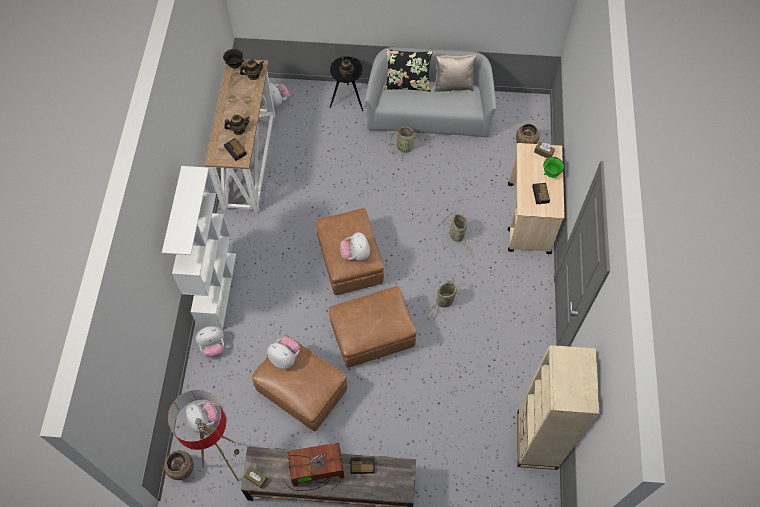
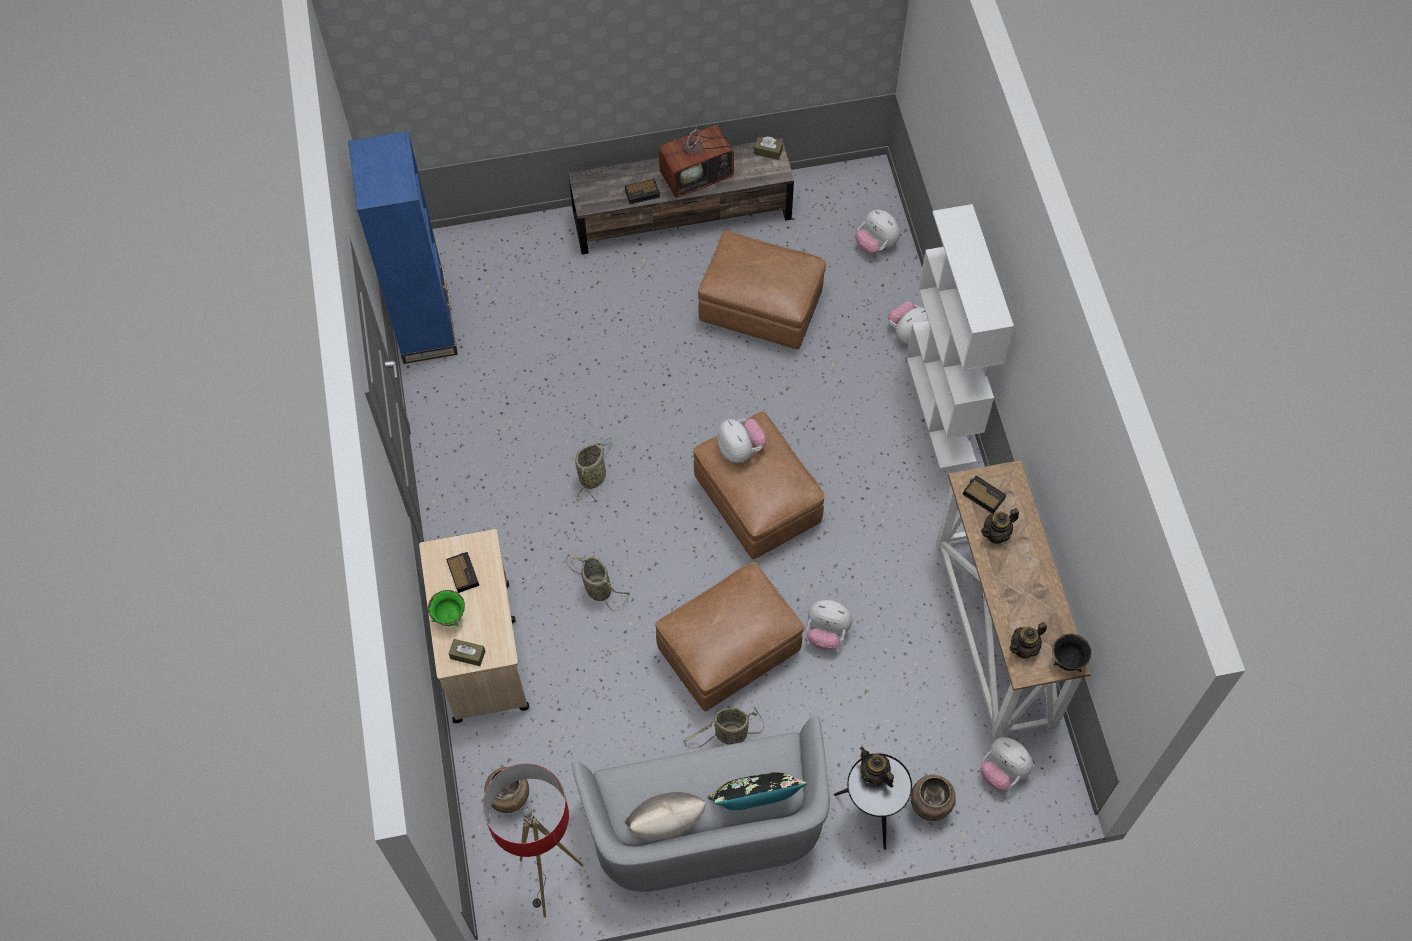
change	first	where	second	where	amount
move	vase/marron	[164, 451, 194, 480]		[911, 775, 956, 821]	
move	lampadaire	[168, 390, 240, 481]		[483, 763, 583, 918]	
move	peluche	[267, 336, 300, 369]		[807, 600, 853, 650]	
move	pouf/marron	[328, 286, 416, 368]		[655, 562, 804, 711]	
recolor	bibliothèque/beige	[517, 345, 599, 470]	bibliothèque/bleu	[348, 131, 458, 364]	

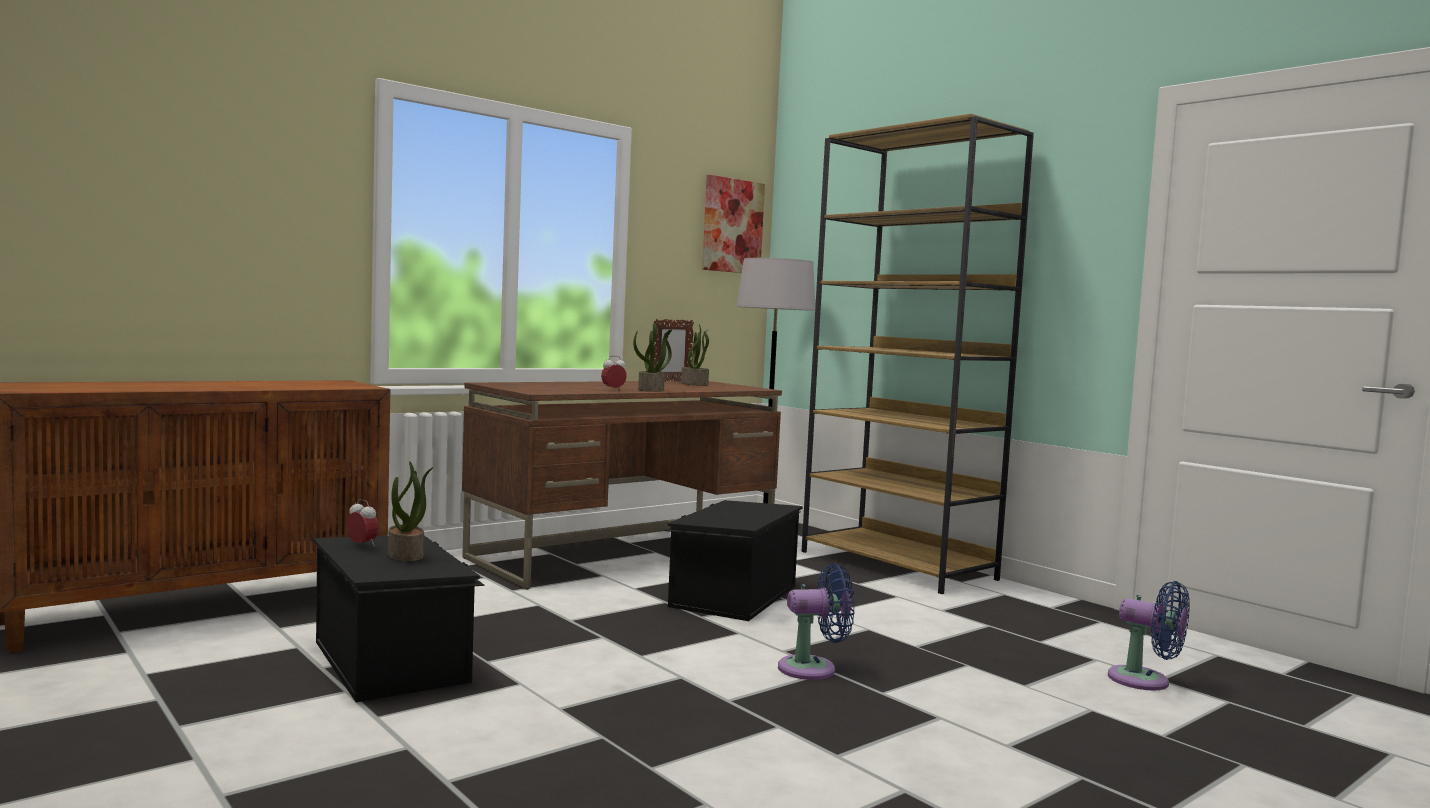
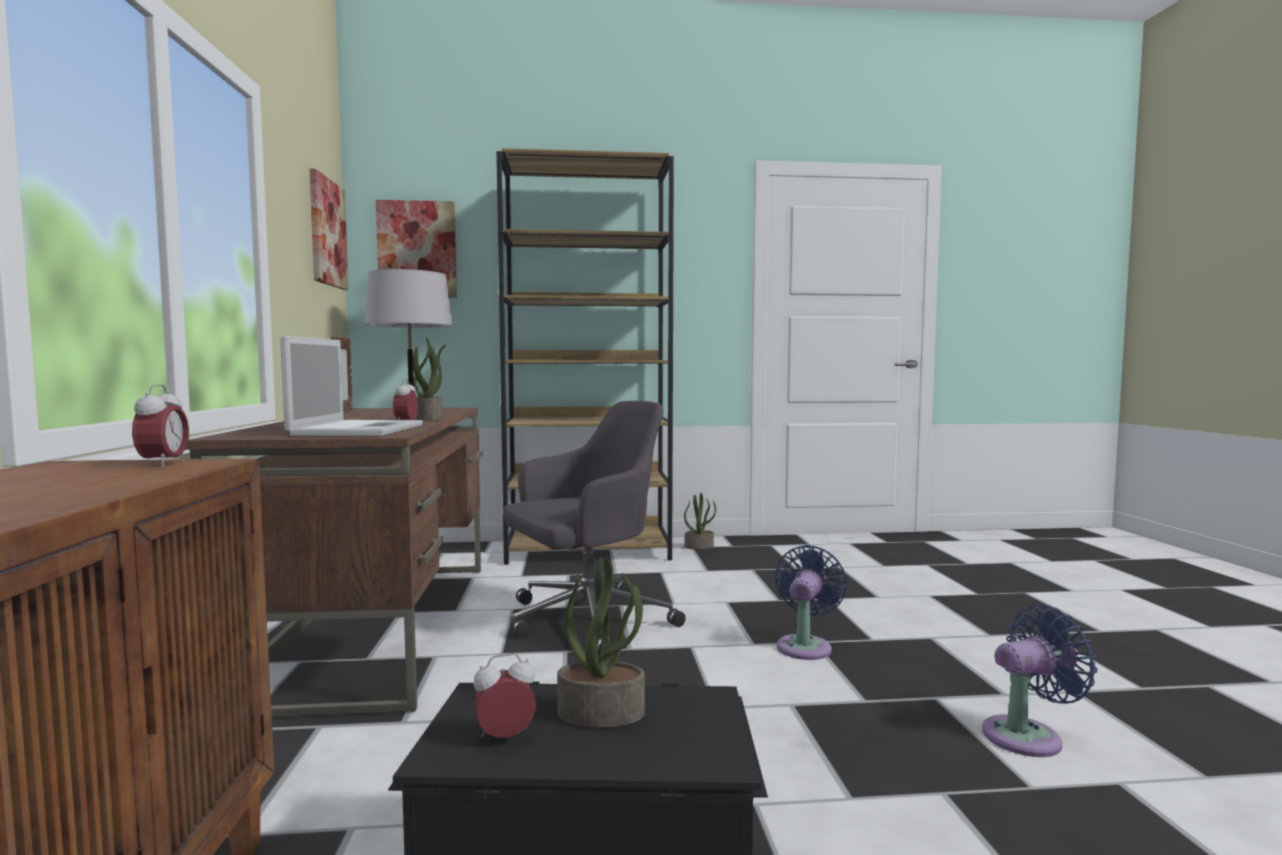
change	first	where	second	where	amount
insert			réveil	[132, 384, 189, 467]	
insert			ordinateur portable	[280, 336, 423, 436]	
insert			tableau	[376, 200, 457, 298]	
move	plante en pot	[681, 324, 709, 386]		[684, 493, 716, 549]	
move	ventilateur/bleu	[1108, 581, 1190, 691]		[982, 605, 1097, 757]	
replace	boîte de rangement/noir	[663, 500, 802, 621]	chaise de bureau/gris	[503, 401, 686, 657]	

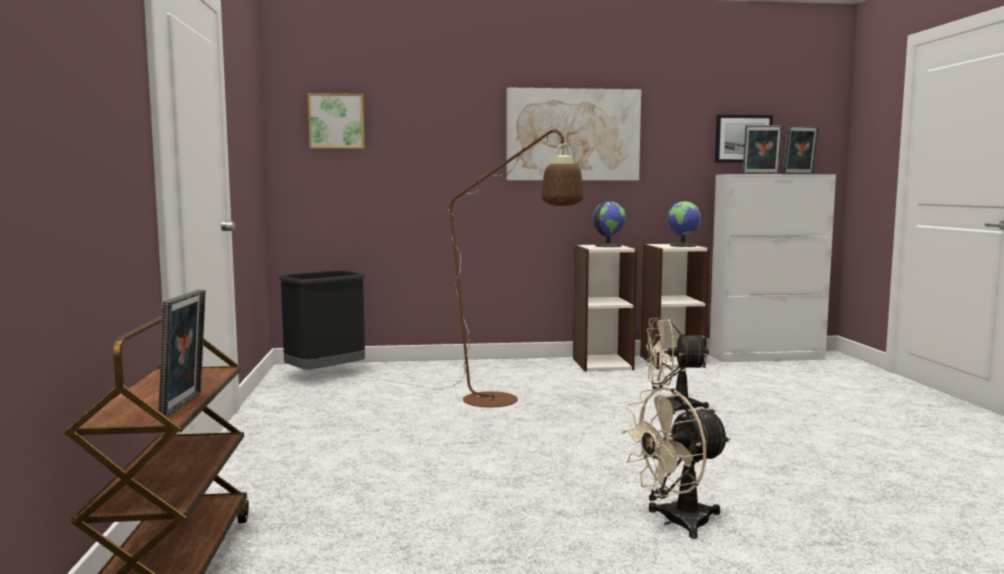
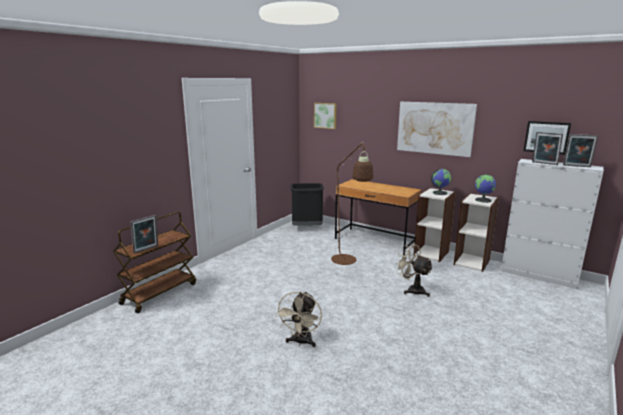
change	first	where	second	where	amount
insert			bureau/marron	[335, 179, 422, 255]	
rotate	ventilateur/beige	[621, 387, 731, 539]		[275, 292, 322, 347]	90 degrees counterclockwise

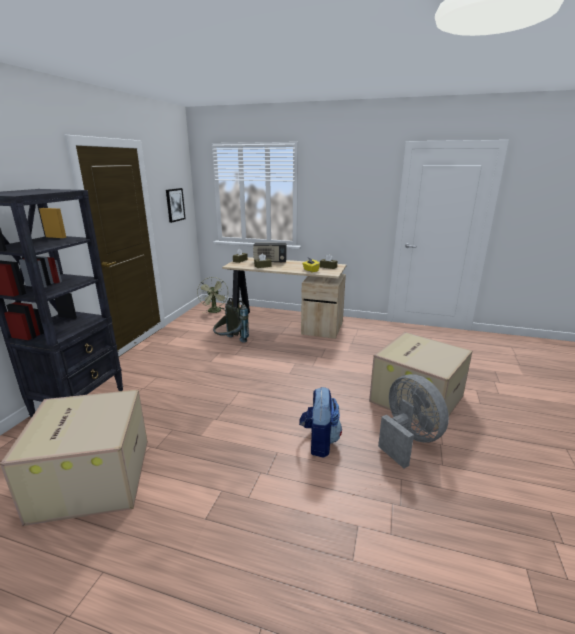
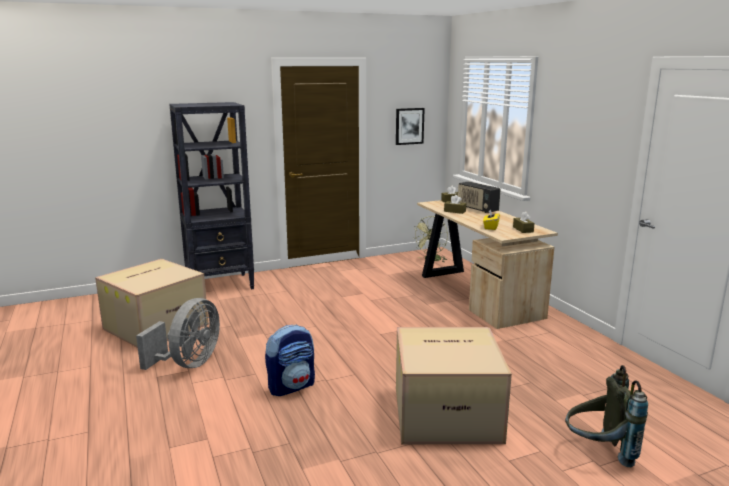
change	first	where	second	where	amount
move	sac à dos/gris	[213, 297, 249, 343]		[565, 365, 648, 467]	
move	ventilateur/gris	[378, 374, 449, 468]		[136, 298, 220, 370]	

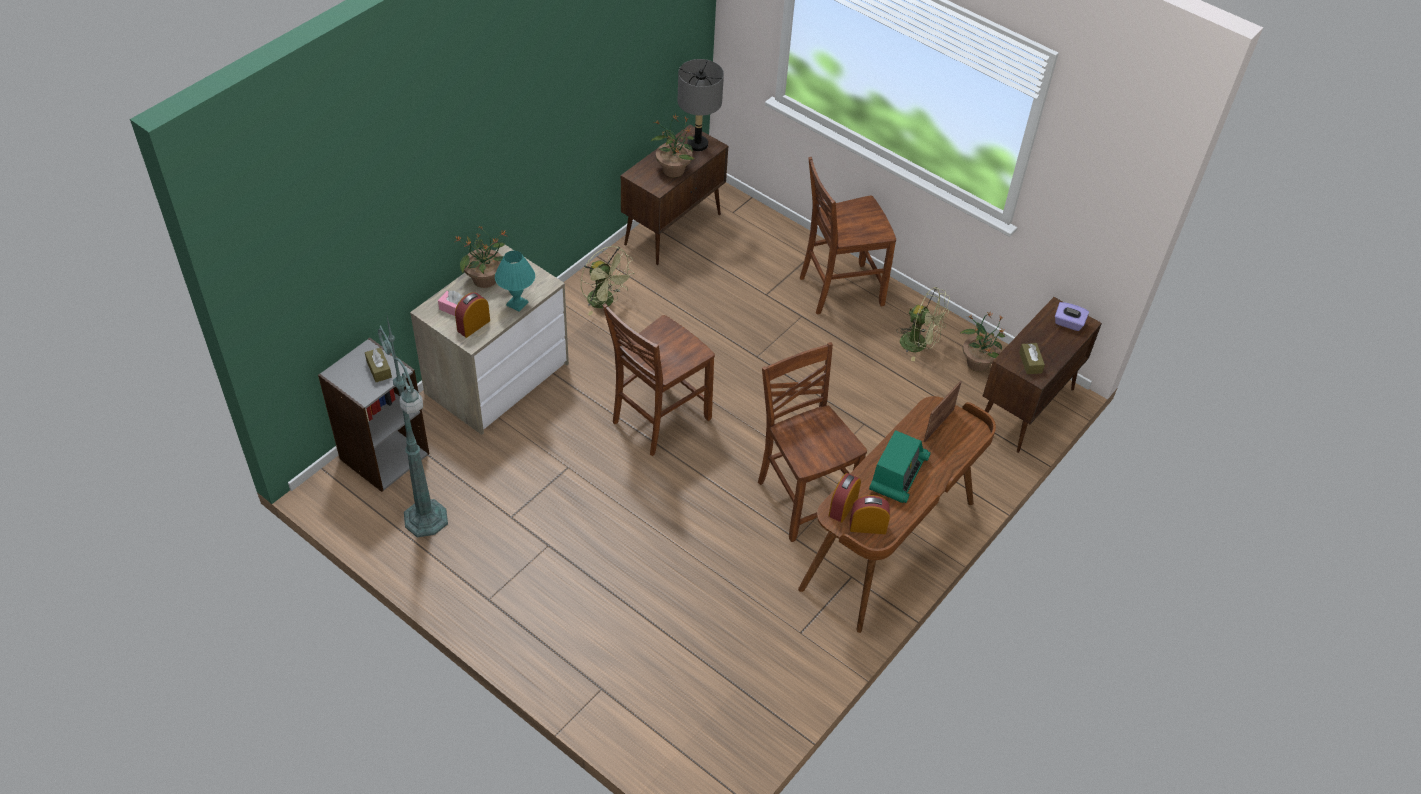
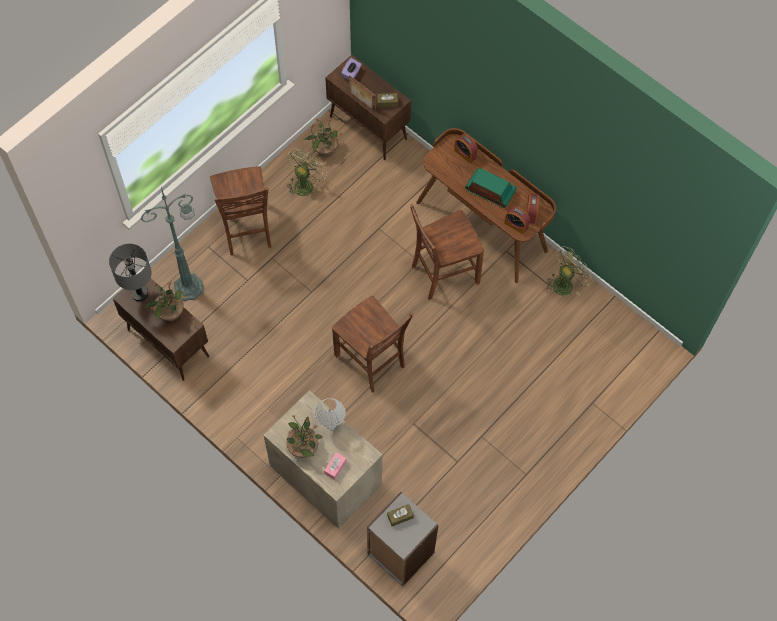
change	first	where	second	where	amount
move	lampadaire/vert	[378, 317, 448, 537]		[141, 187, 203, 301]	
move	réveil	[455, 292, 490, 338]		[454, 134, 478, 164]	
move	ventilateur/vert	[581, 246, 634, 316]		[546, 246, 592, 295]	
move	cadre photo	[924, 381, 962, 442]		[349, 75, 376, 112]	
recolor	lampe de table/turquoise	[495, 251, 535, 312]	lampe de table/blanc	[315, 398, 345, 431]	

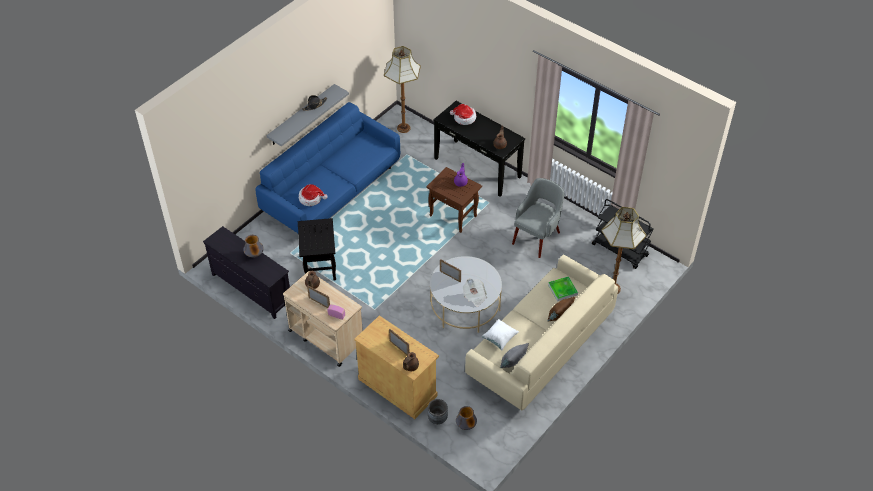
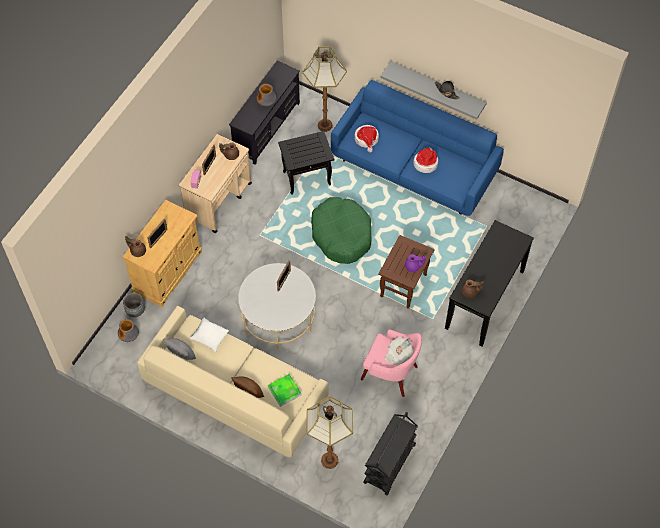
change	first	where	second	where	amount
insert			panier pour chien/vert	[311, 197, 372, 264]	
move	lampadaire	[384, 46, 421, 133]		[303, 46, 347, 132]	
move	chapeau	[450, 104, 476, 125]		[413, 148, 438, 173]	
move	journal	[463, 278, 487, 307]		[384, 337, 413, 366]	
recolor	fauteuil/gris	[512, 178, 564, 258]	fauteuil/rose	[361, 330, 422, 397]	

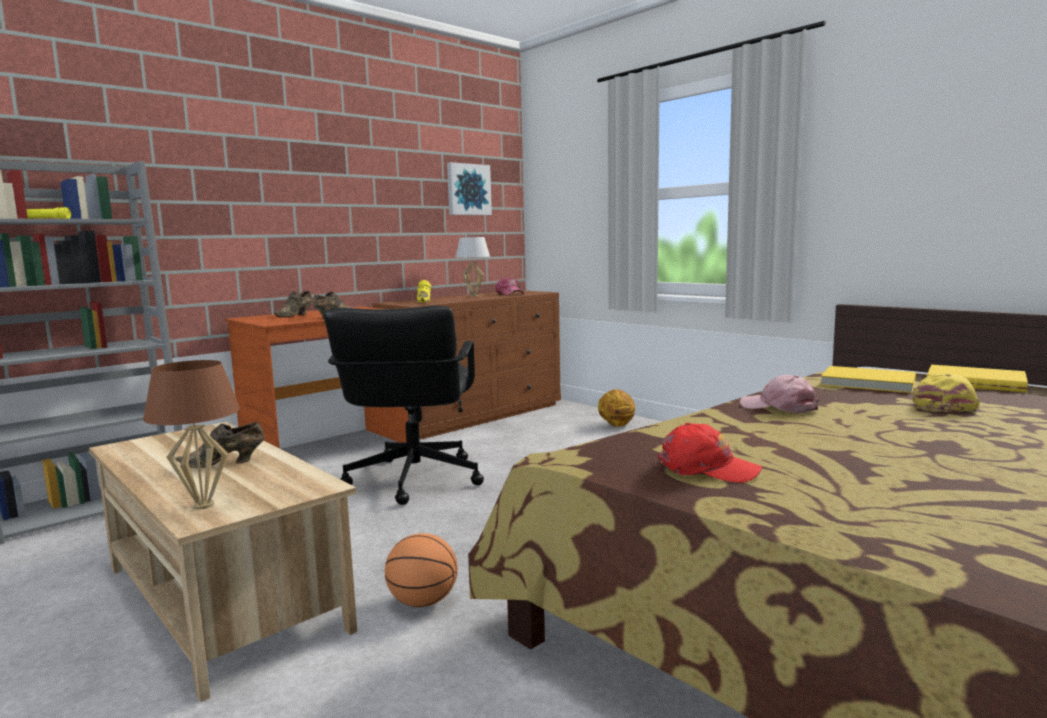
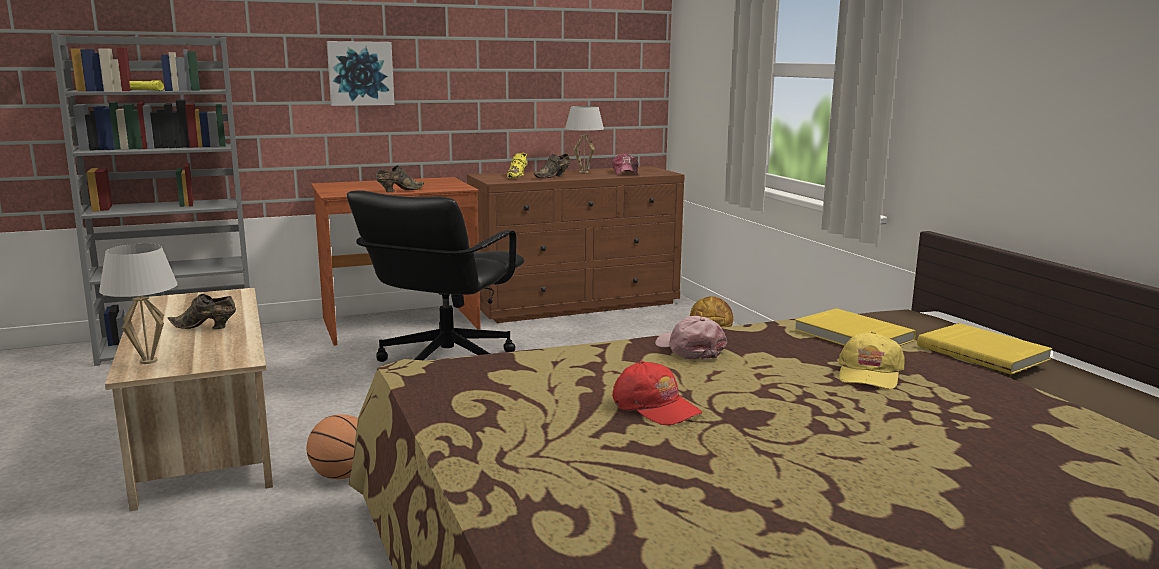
change	first	where	second	where	amount
move	chaussure/marron	[274, 291, 312, 317]		[534, 154, 570, 178]	
move	tableau	[447, 162, 492, 215]		[327, 41, 394, 106]	
move	casquette/rouge	[658, 423, 762, 483]		[612, 361, 702, 426]	
recolor	lampe de table/marron	[143, 360, 240, 510]	lampe de table/blanc	[99, 244, 178, 364]	
rotate	casquette/jaune	[913, 373, 980, 411]		[838, 331, 904, 389]	150 degrees clockwise

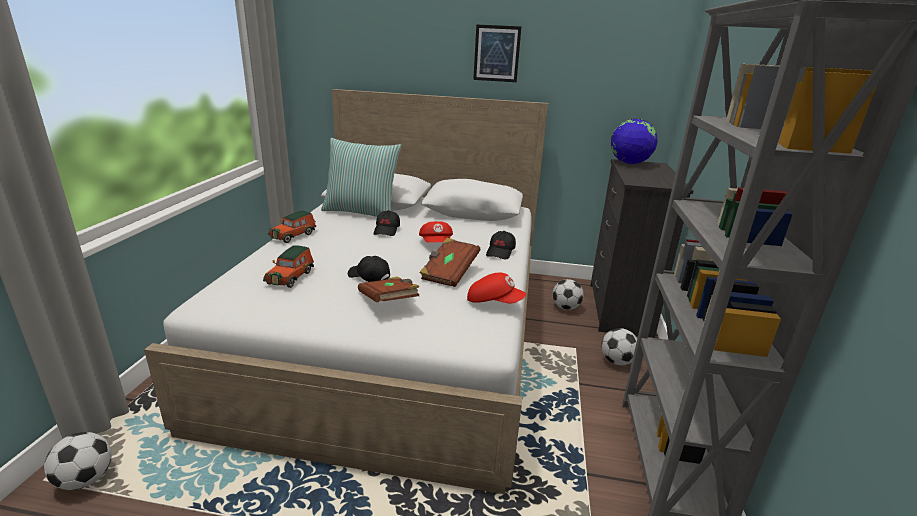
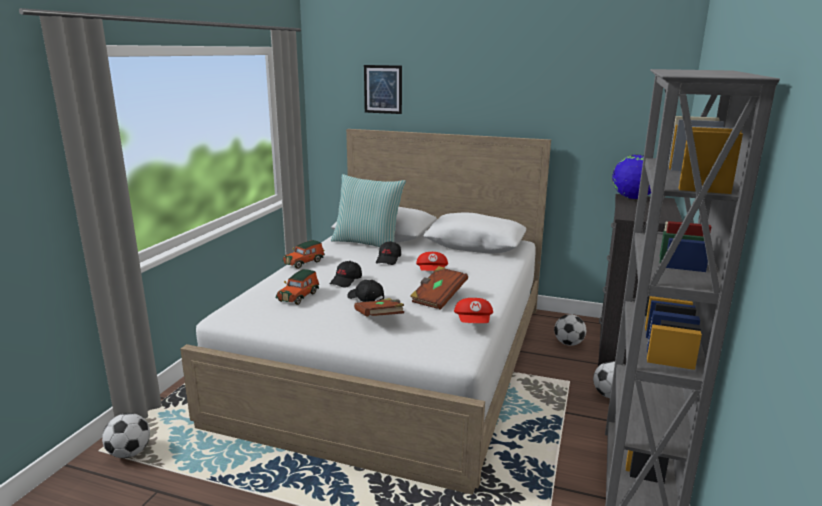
change	first	where	second	where	amount
move	tableau	[473, 24, 521, 82]		[364, 65, 402, 114]	
move	casquette/noir	[486, 231, 516, 259]		[330, 261, 362, 288]	
rotate	casquette/rouge	[467, 273, 526, 303]		[454, 298, 493, 323]	60 degrees clockwise

